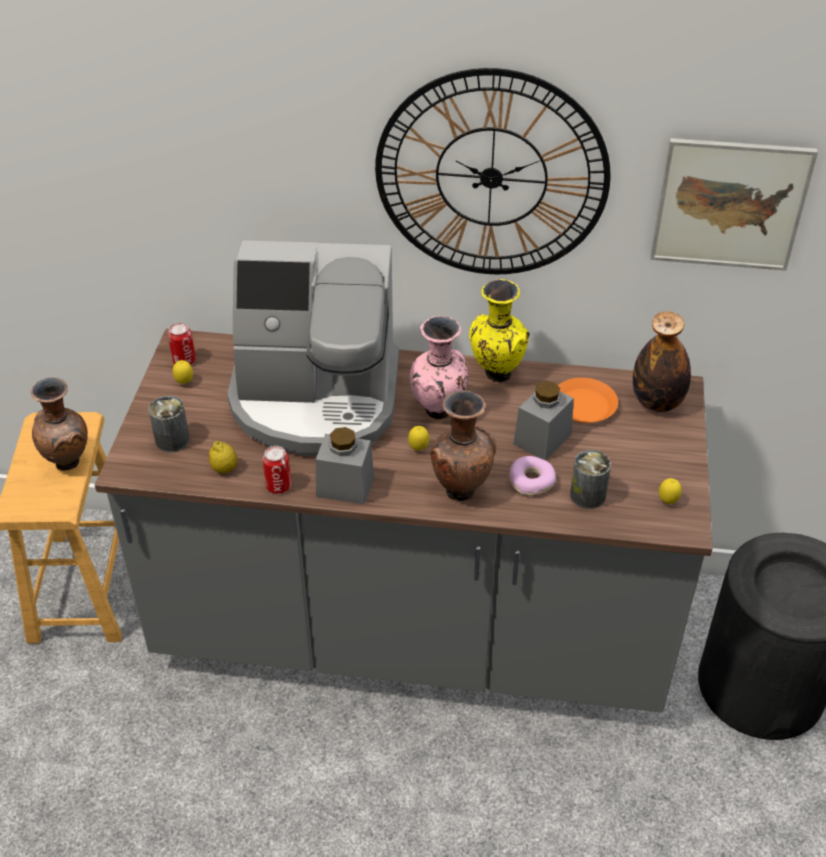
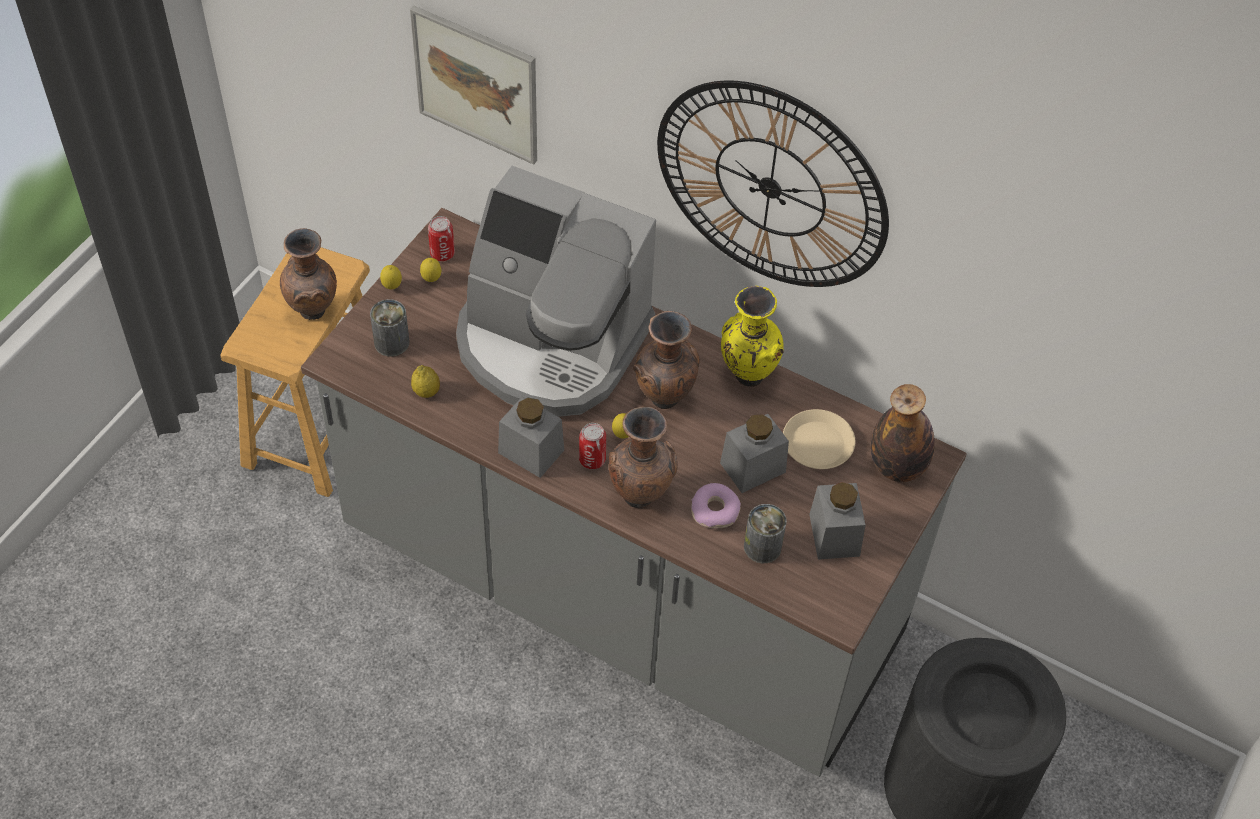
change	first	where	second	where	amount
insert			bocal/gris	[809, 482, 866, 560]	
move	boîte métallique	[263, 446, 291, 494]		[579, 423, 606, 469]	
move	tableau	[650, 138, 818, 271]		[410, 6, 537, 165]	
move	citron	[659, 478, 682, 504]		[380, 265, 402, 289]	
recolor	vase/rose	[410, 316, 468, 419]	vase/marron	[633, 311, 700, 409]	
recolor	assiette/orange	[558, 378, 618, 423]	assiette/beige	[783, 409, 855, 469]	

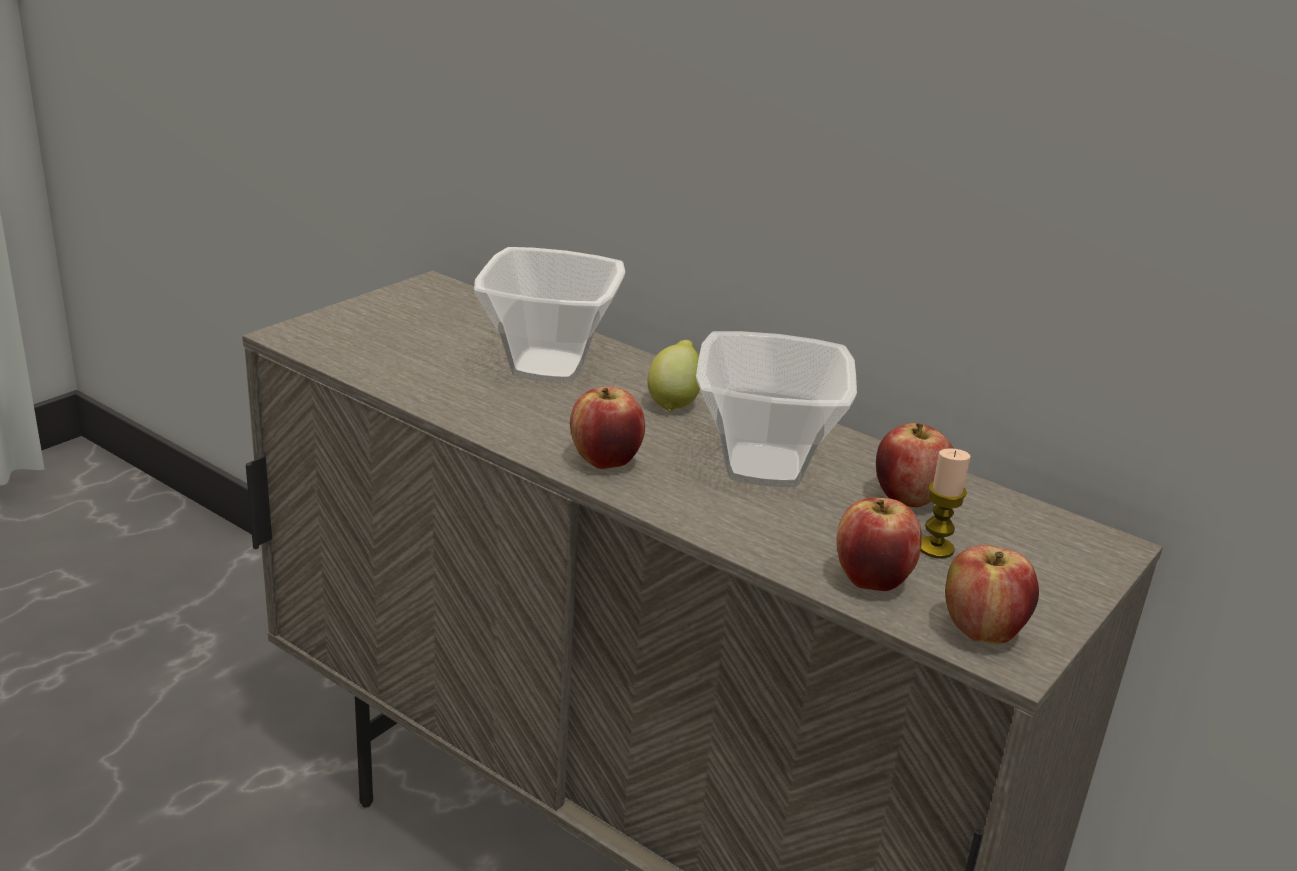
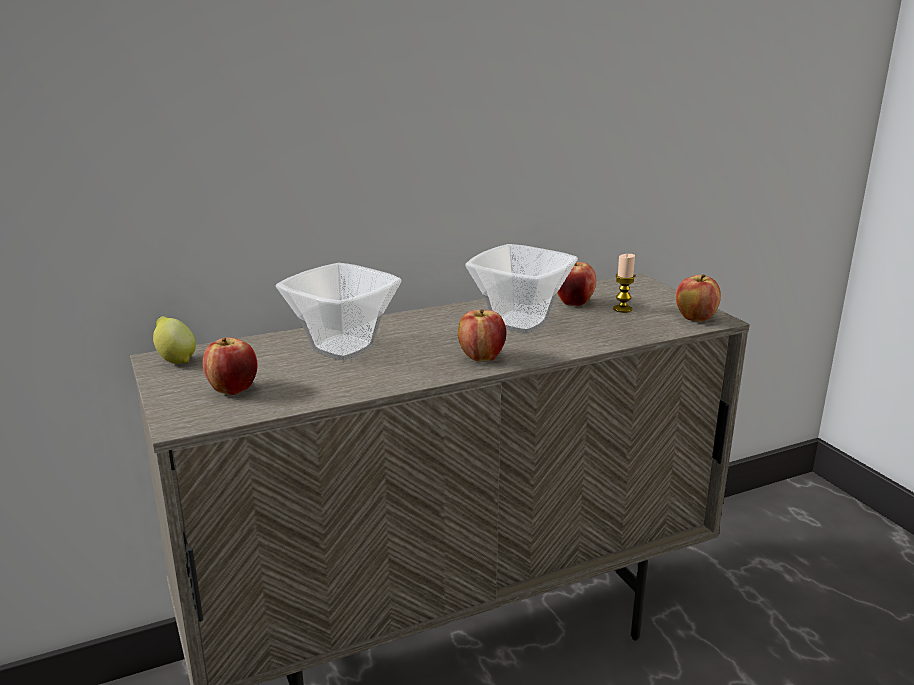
change	first	where	second	where	amount
move	citron	[647, 340, 700, 412]		[153, 316, 196, 364]	
move	pomme	[836, 498, 922, 591]		[203, 337, 257, 395]	

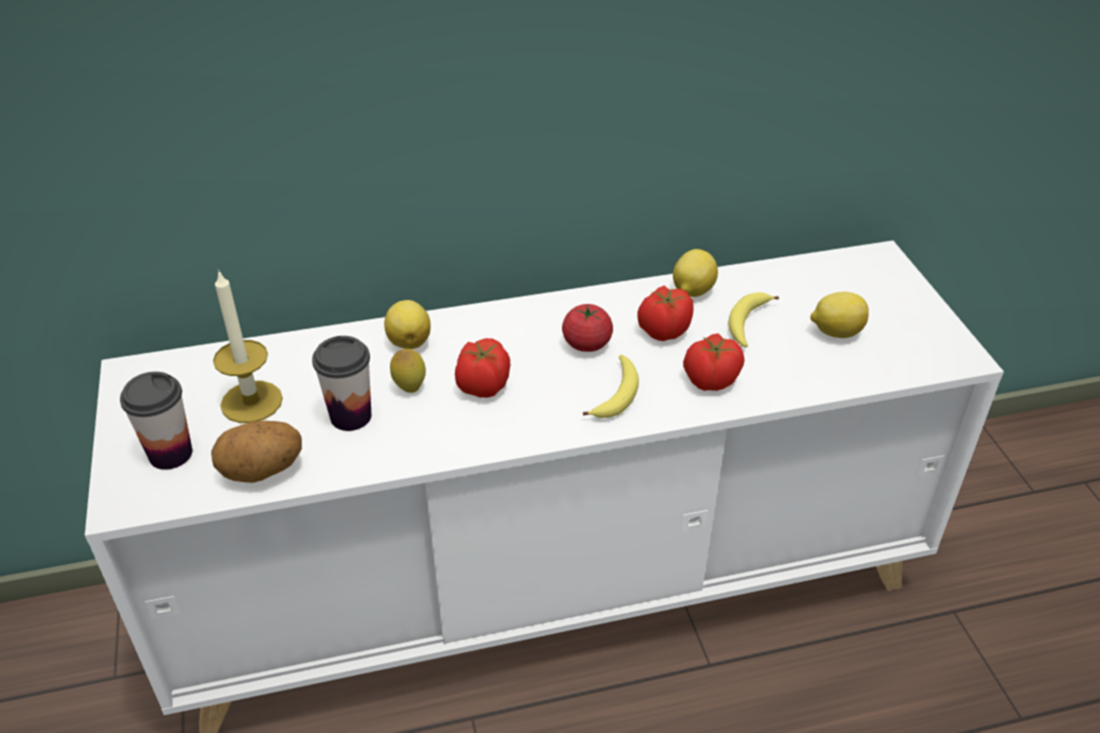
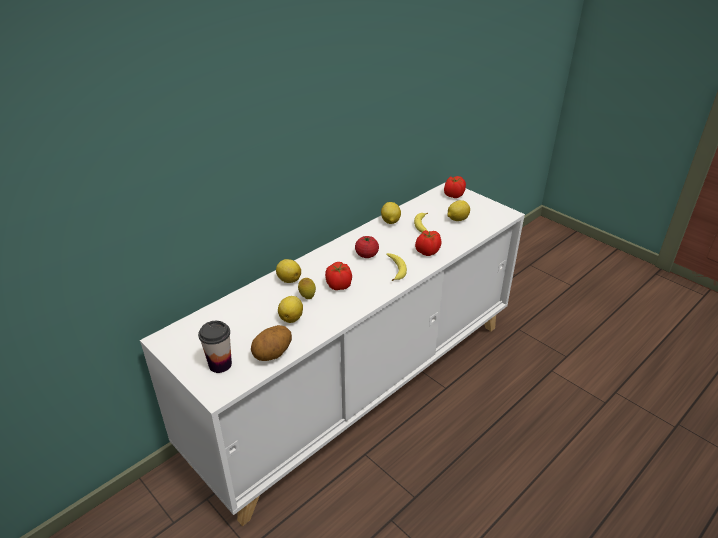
change	first	where	second	where	amount
delete	bougie	[213, 269, 283, 423]			
move	tomate	[637, 286, 694, 341]		[444, 176, 466, 198]	
replace	tasse	[312, 336, 371, 431]	citron	[278, 296, 303, 323]	

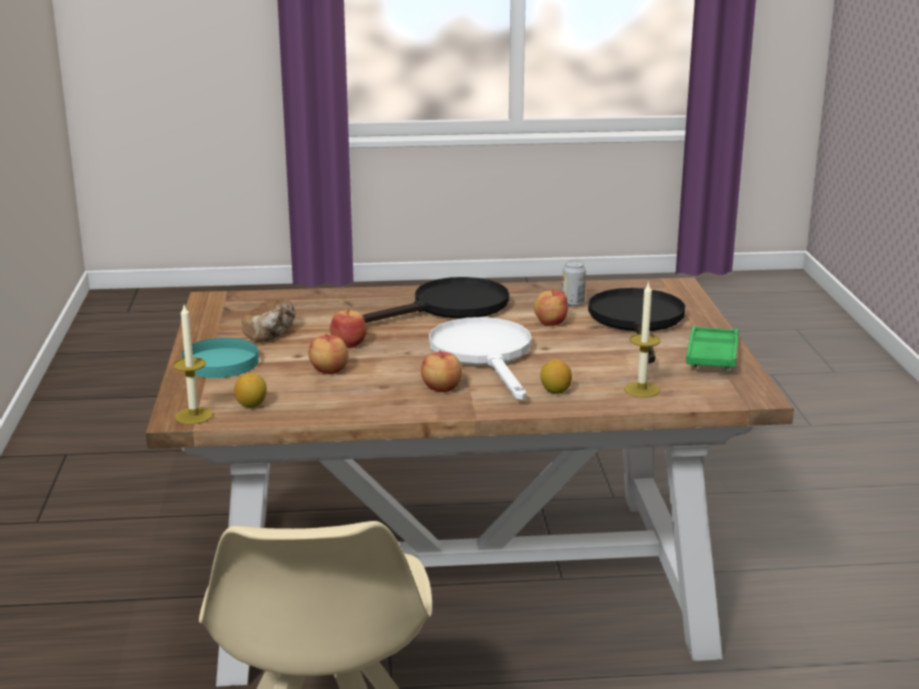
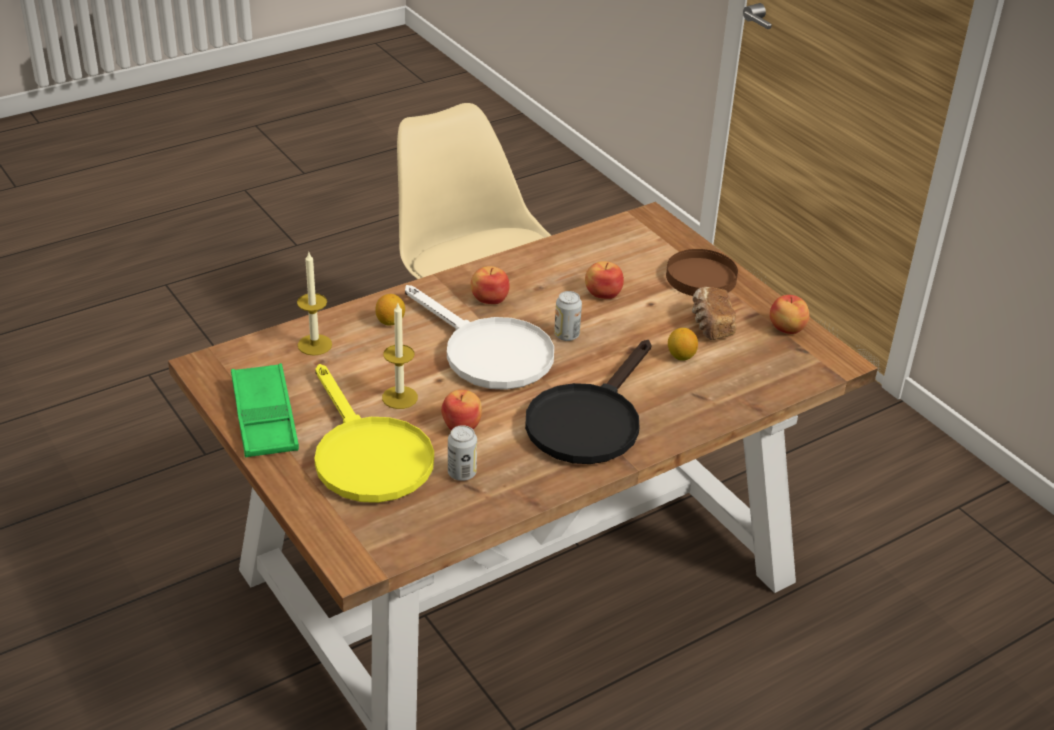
change	first	where	second	where	amount
insert			boîte métallique	[554, 291, 582, 341]	
move	bougie	[173, 305, 213, 424]		[382, 304, 418, 409]	
move	citron	[234, 373, 267, 408]		[668, 328, 698, 360]	
move	pomme	[330, 309, 367, 348]		[770, 295, 809, 334]	
recolor	assiette/turquoise	[182, 338, 259, 378]	assiette/marron	[666, 249, 738, 296]	
recolor	poêle/noir	[588, 288, 685, 363]	poêle/jaune	[314, 364, 434, 503]	

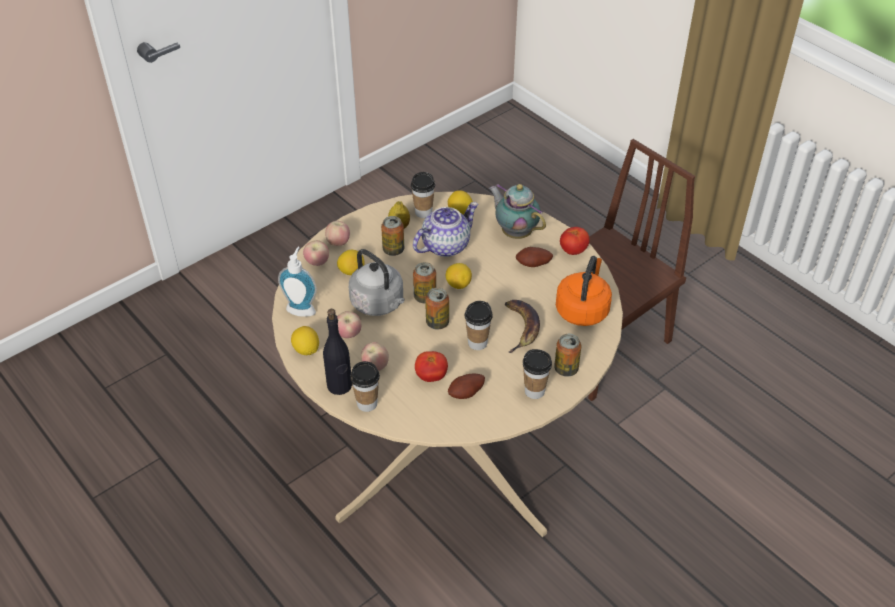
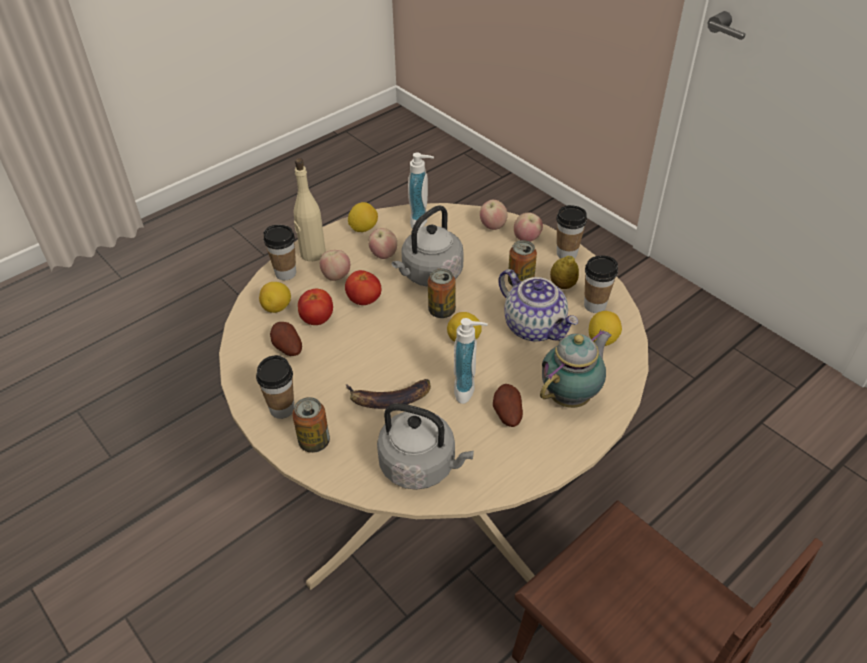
change	first	where	second	where	amount
delete	boîte métallique	[425, 288, 449, 329]			
insert			distributeur de savon	[454, 318, 488, 404]	
move	citron	[337, 250, 364, 275]		[259, 282, 291, 313]	
move	tasse	[465, 301, 492, 350]		[556, 205, 587, 259]	
move	tomate	[560, 227, 590, 255]		[345, 270, 381, 305]	
recolor	bouteille/noir	[323, 309, 352, 395]	bouteille/beige	[294, 158, 326, 261]	
recolor	bouilloire/orange	[556, 256, 612, 326]	bouilloire/gris	[377, 403, 474, 490]	

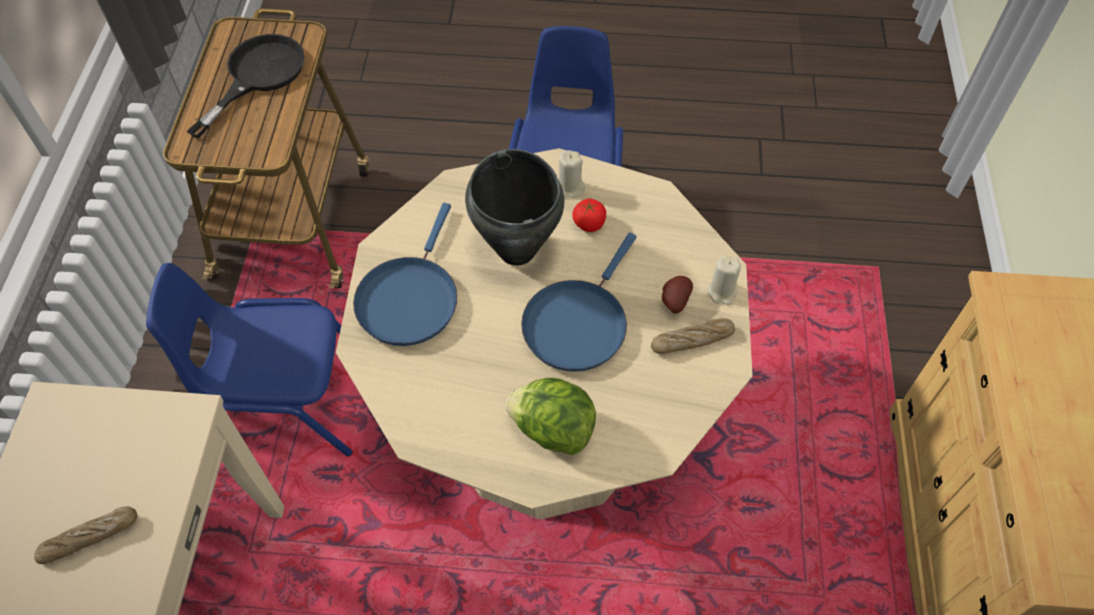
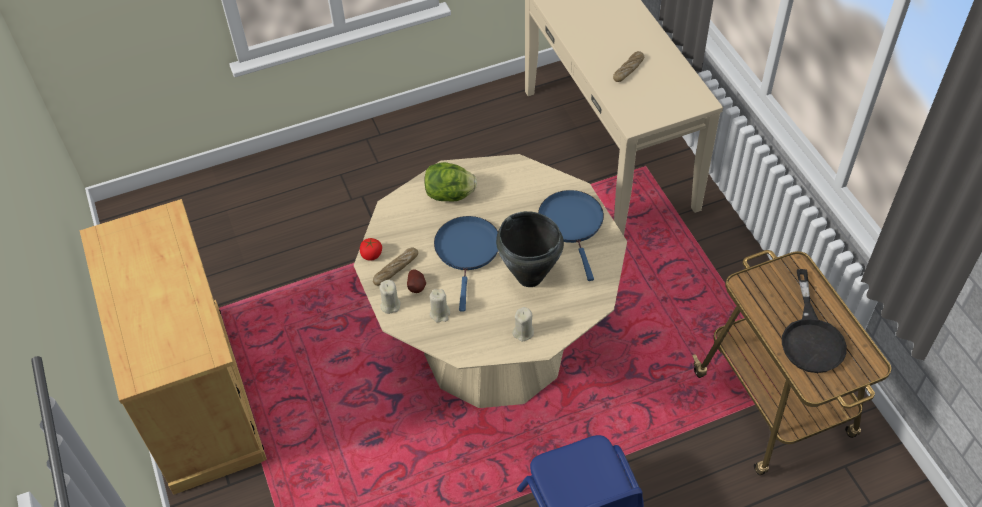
change	first	where	second	where	amount
delete	chaise/bleu	[146, 263, 353, 456]			
insert			bougie/beige	[430, 289, 450, 322]	
move	tomate	[573, 199, 606, 232]		[360, 238, 382, 261]	

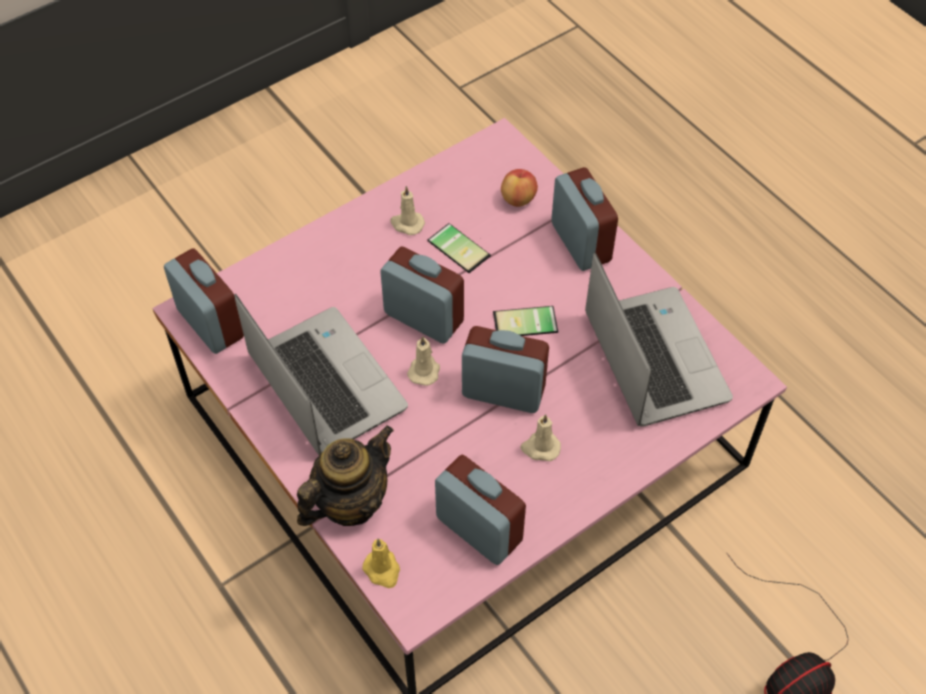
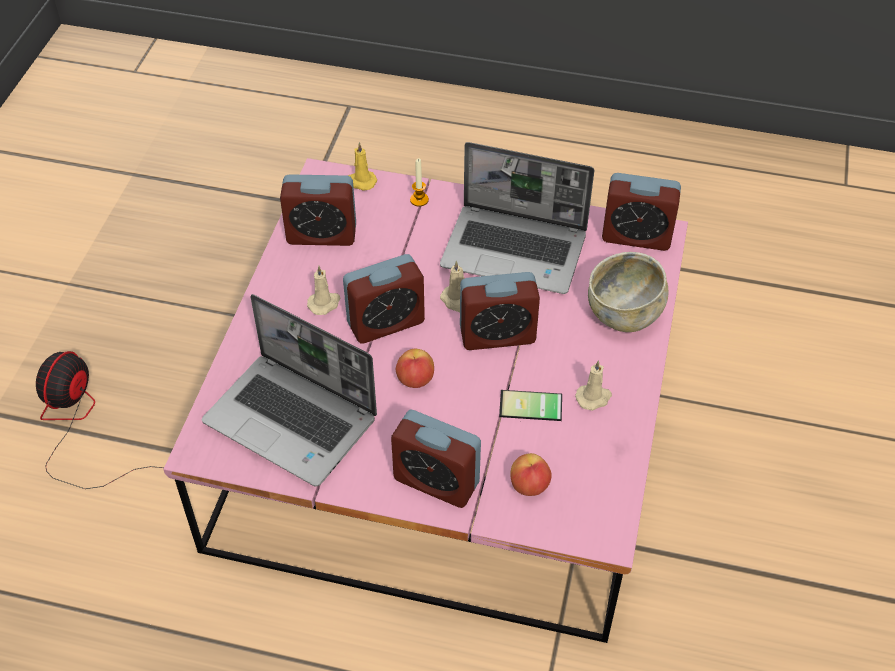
change	first	where	second	where	amount
insert			bol/beige	[588, 252, 668, 332]	
replace	théière	[297, 425, 394, 526]	bougie	[410, 159, 429, 207]	
replace	téléphone	[493, 306, 558, 336]	pomme	[396, 349, 434, 388]	

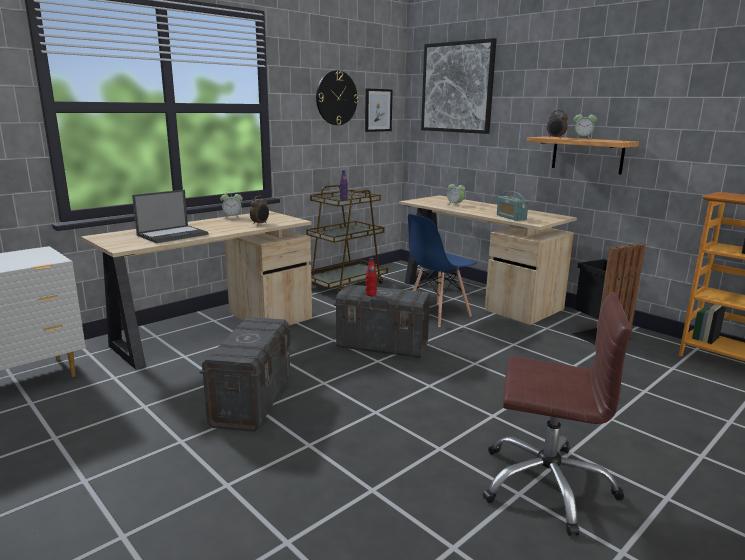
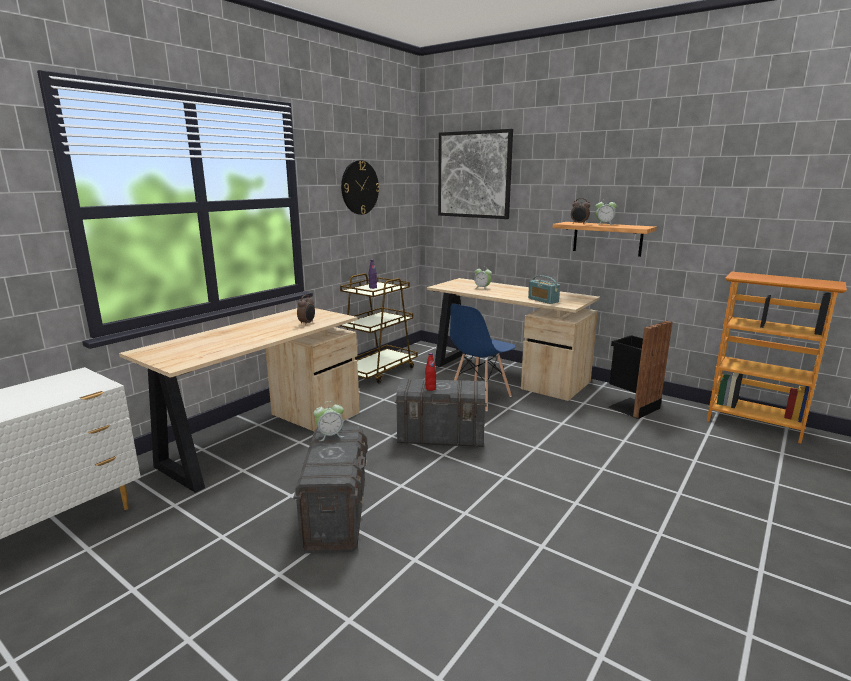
change	first	where	second	where	amount
delete	ordinateur portable	[132, 190, 208, 243]			
delete	tableau	[365, 88, 393, 132]			
delete	chaise de bureau/marron	[482, 292, 633, 536]			
move	réveil	[220, 191, 243, 219]		[313, 401, 344, 441]	

